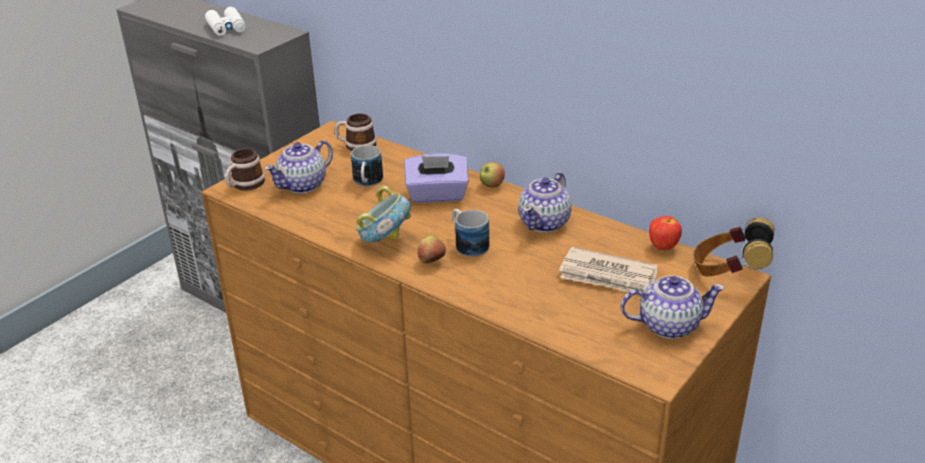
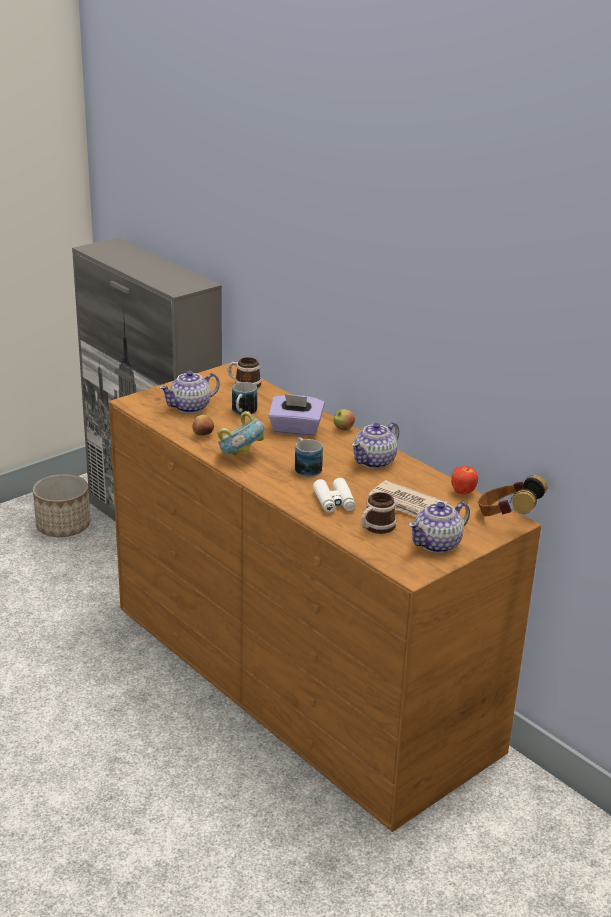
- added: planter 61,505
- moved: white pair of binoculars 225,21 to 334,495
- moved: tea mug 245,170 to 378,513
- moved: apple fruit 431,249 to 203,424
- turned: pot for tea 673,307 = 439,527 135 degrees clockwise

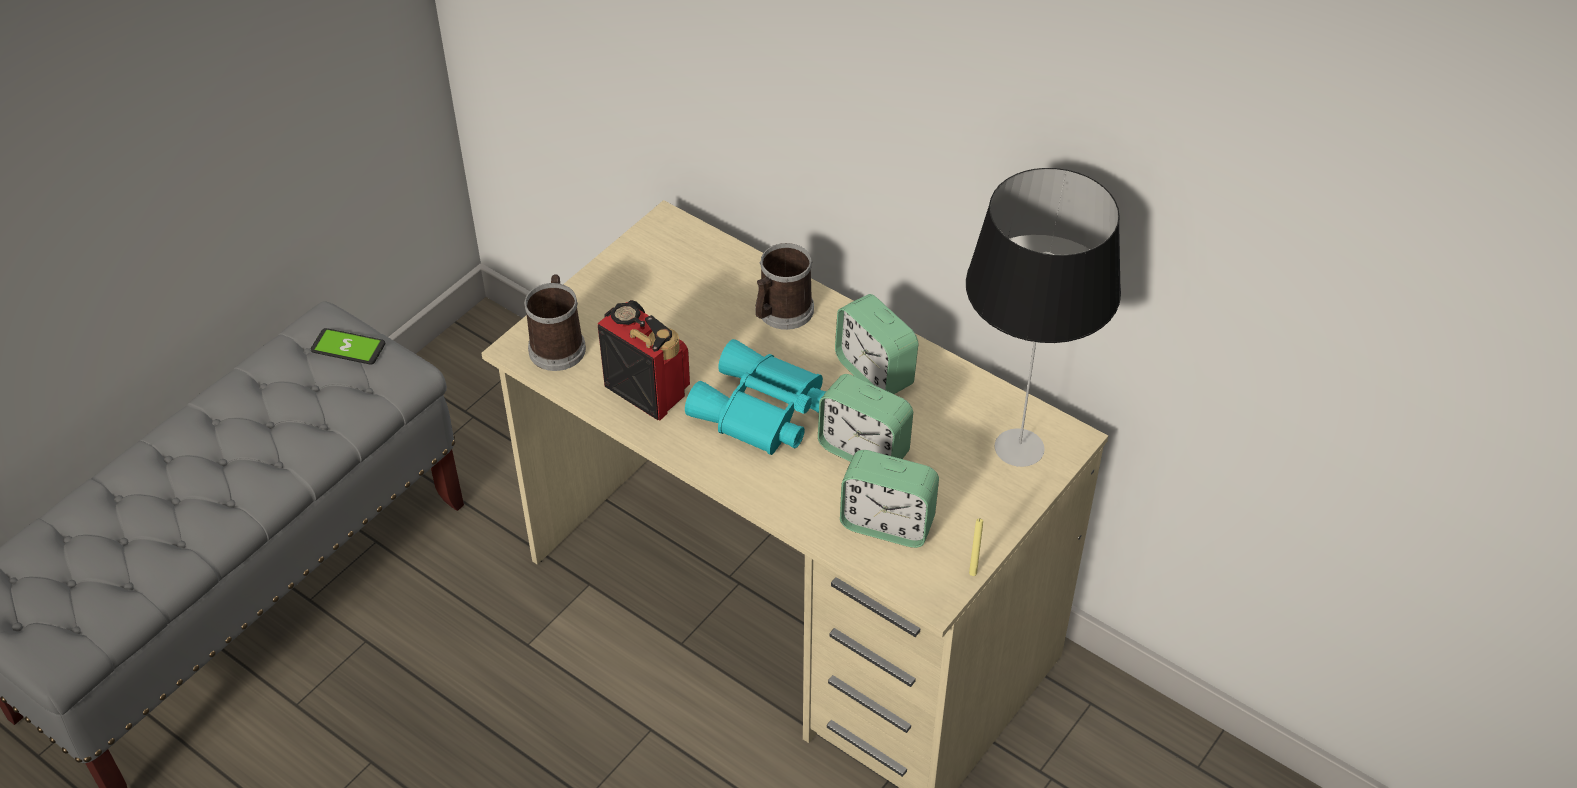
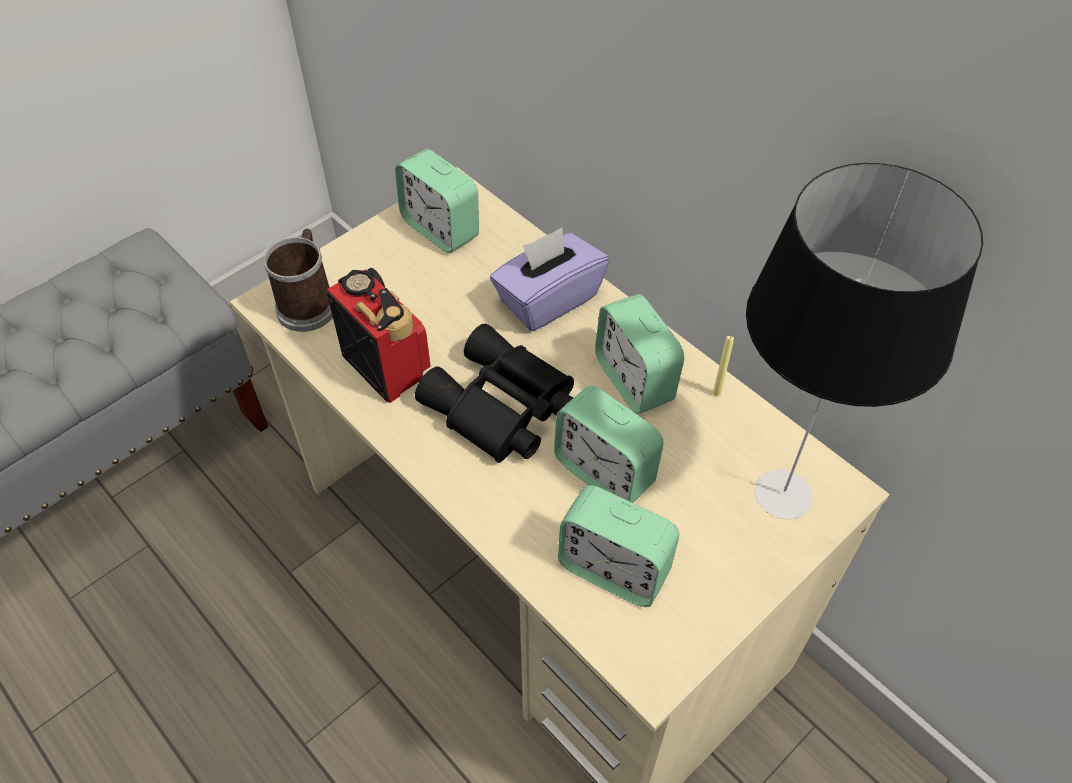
- removed: phone 348,346
- added: bedside clock 437,201
- moved: yellow wax light 976,547 to 723,366
- replaced: tea mug 784,286 to purple-coloured tissue holder 549,279
- recoloured: blue-green pair of binoculars 755,397 to black-coloured pair of binoculars 494,393

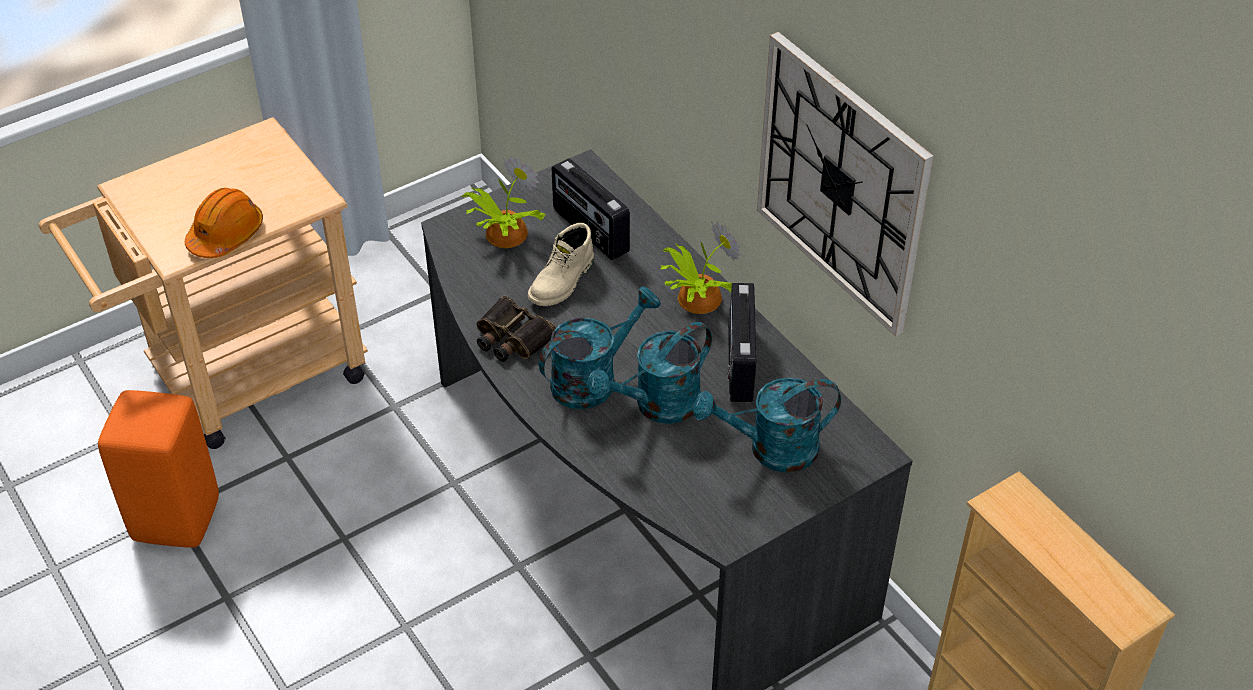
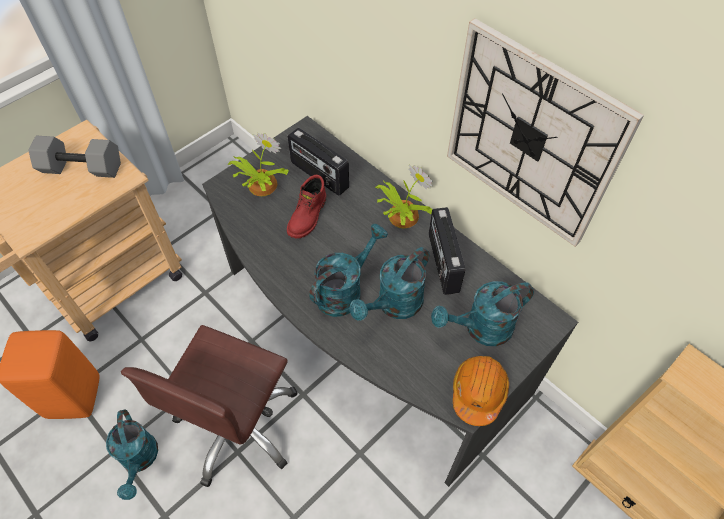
- removed: pair of binoculars 516,328
- added: grey free weight 74,157
- added: blue-green watering pot 132,454
- added: brownish desk chair 209,406
- moved: orangey safety helmet 224,223 to 481,391
- recoloured: beige-coloured high-top boot 561,264 to reddish high-top boot 306,207

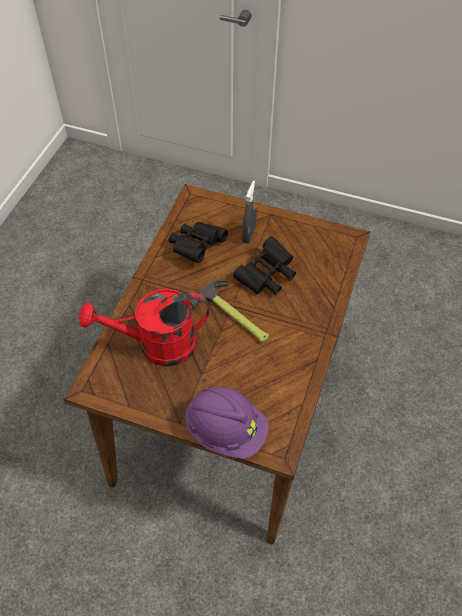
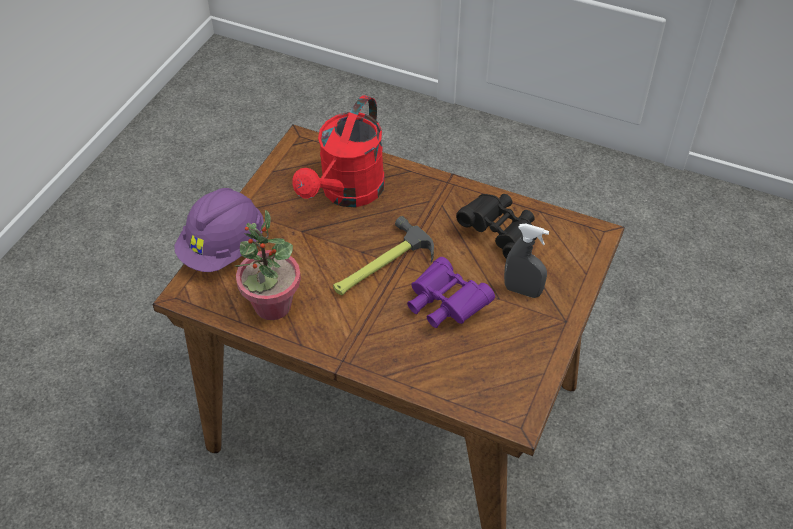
- added: plant in a pot 268,265
- recoloured: black-coloured pair of binoculars 264,265 to purple-coloured pair of binoculars 451,292
- turned: reddish watering pot 144,328 = 338,151 150 degrees counterclockwise

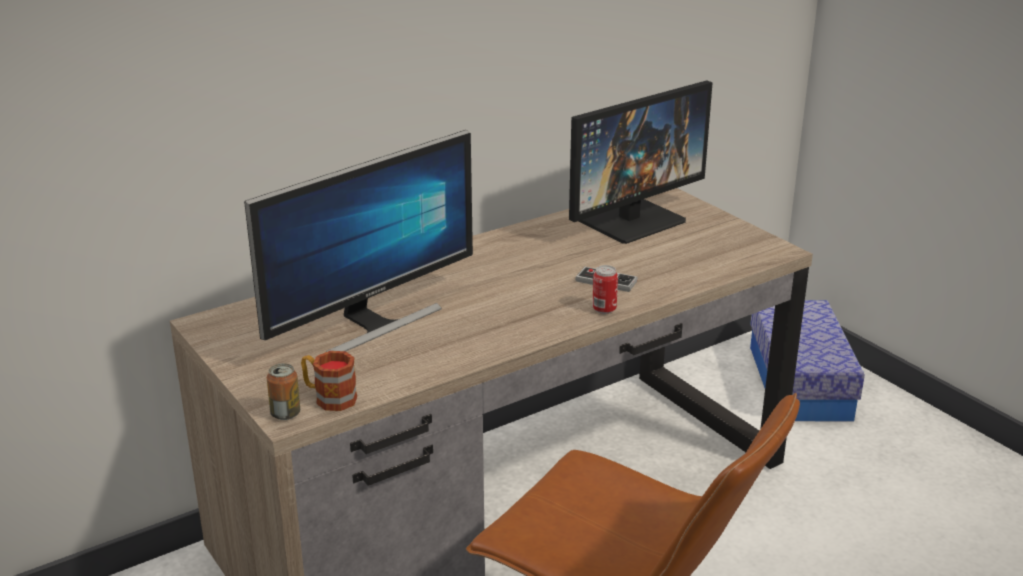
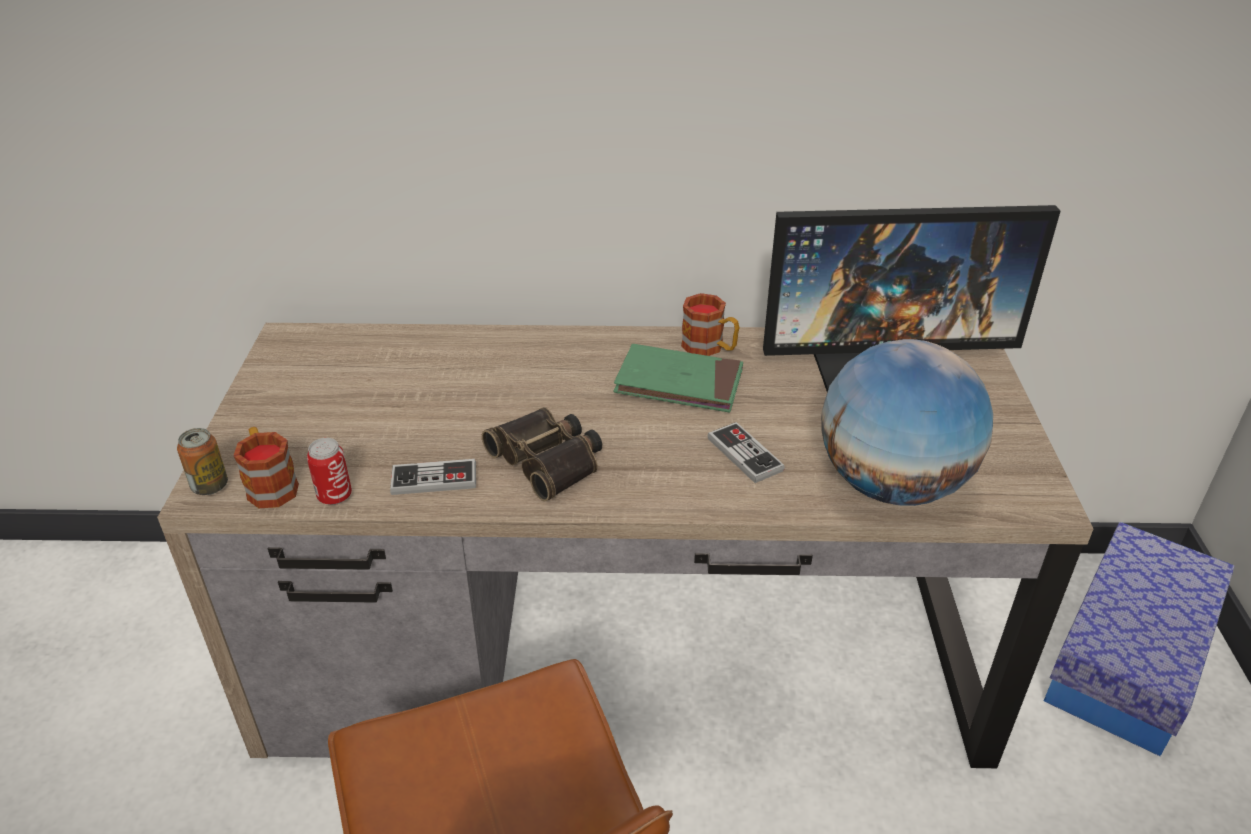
- removed: computer display 358,241
- added: game controller 433,477
- added: pair of binoculars 542,454
- added: green-coloured bound book 678,378
- added: tea mug 710,324
- added: world globe 907,422
- moved: can 605,289 to 329,471

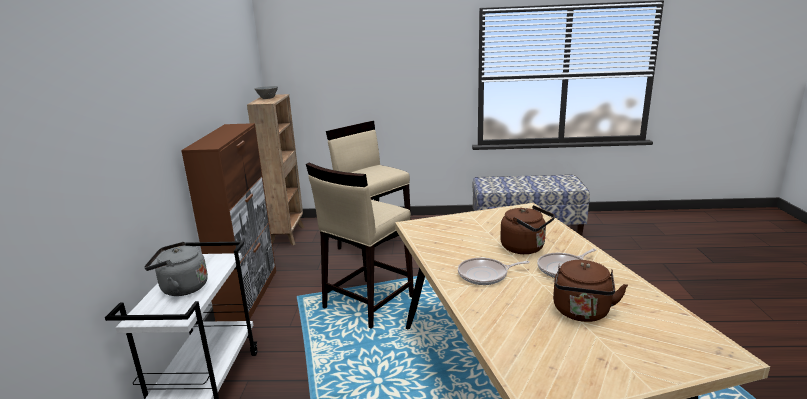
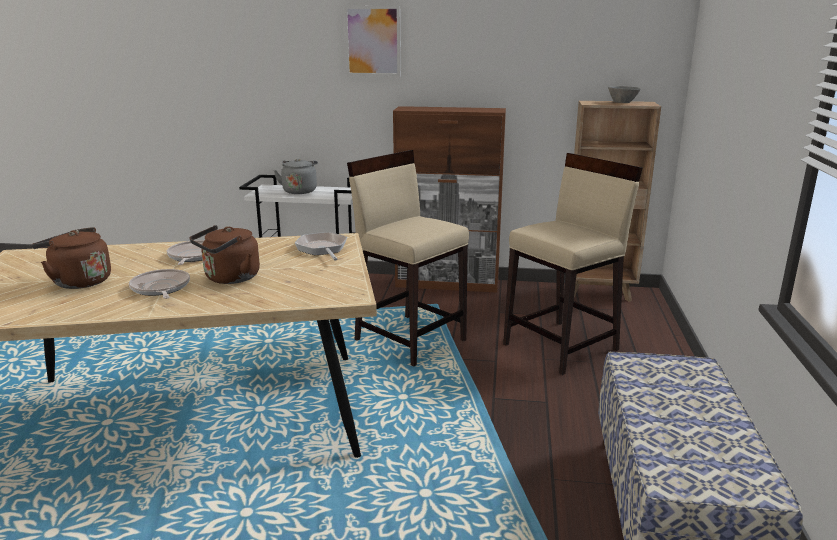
- added: skillet 321,246
- added: wall art 372,41

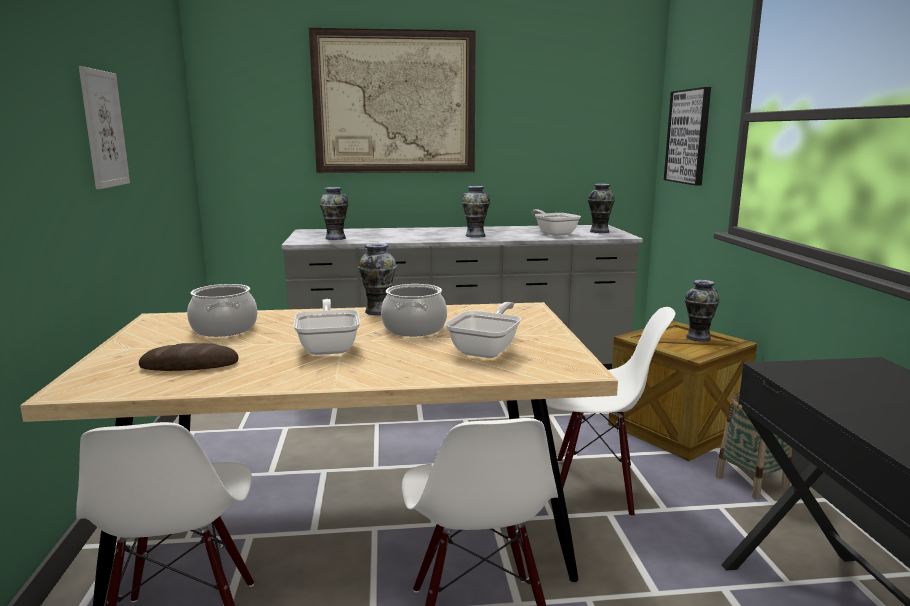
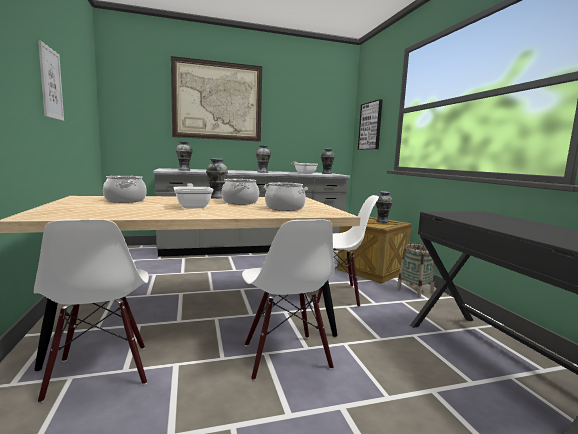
- removed: bread 189,357
- replaced: skillet 483,330 to stockpot 286,196

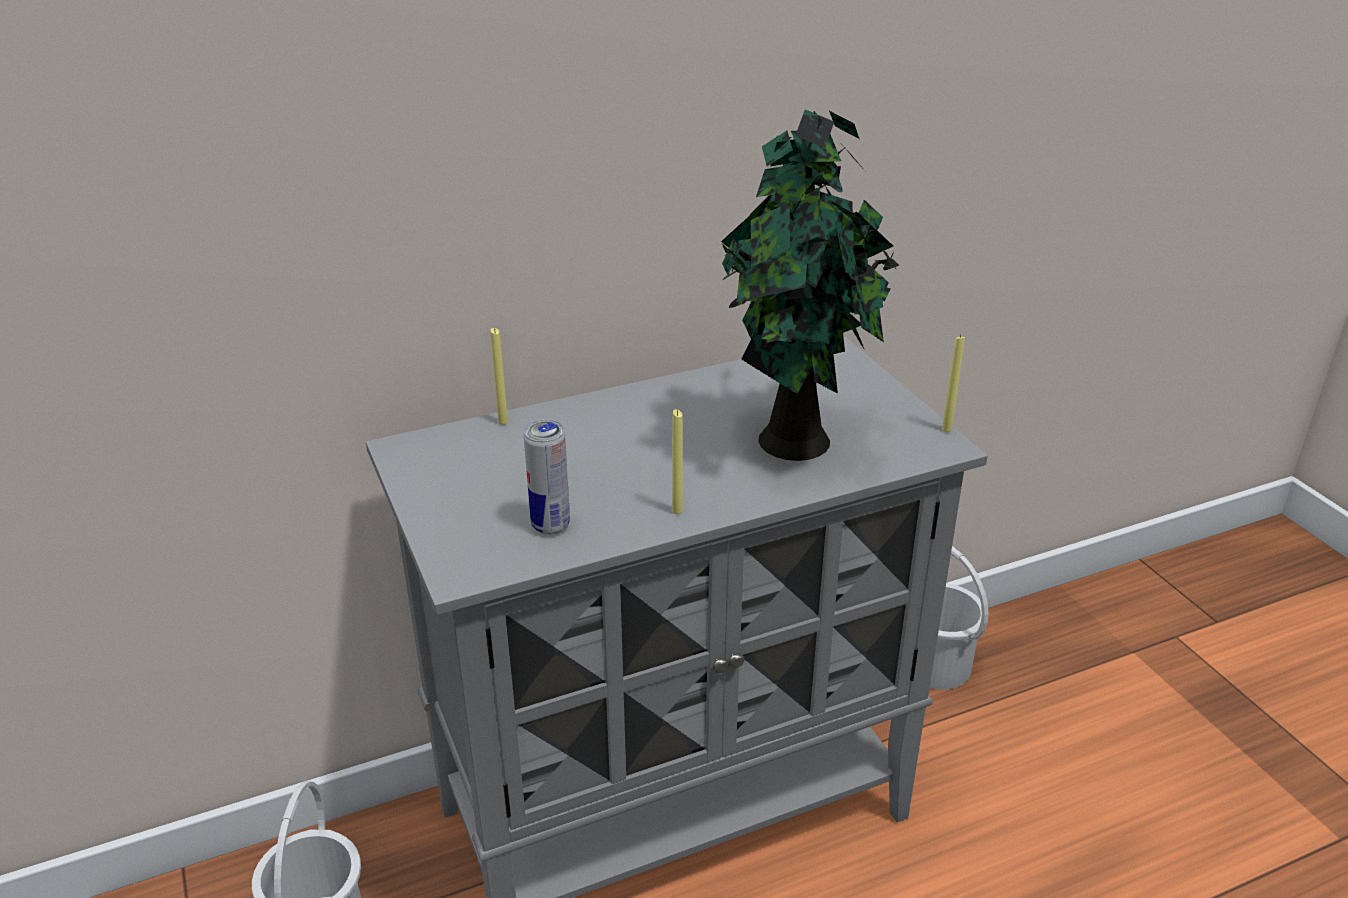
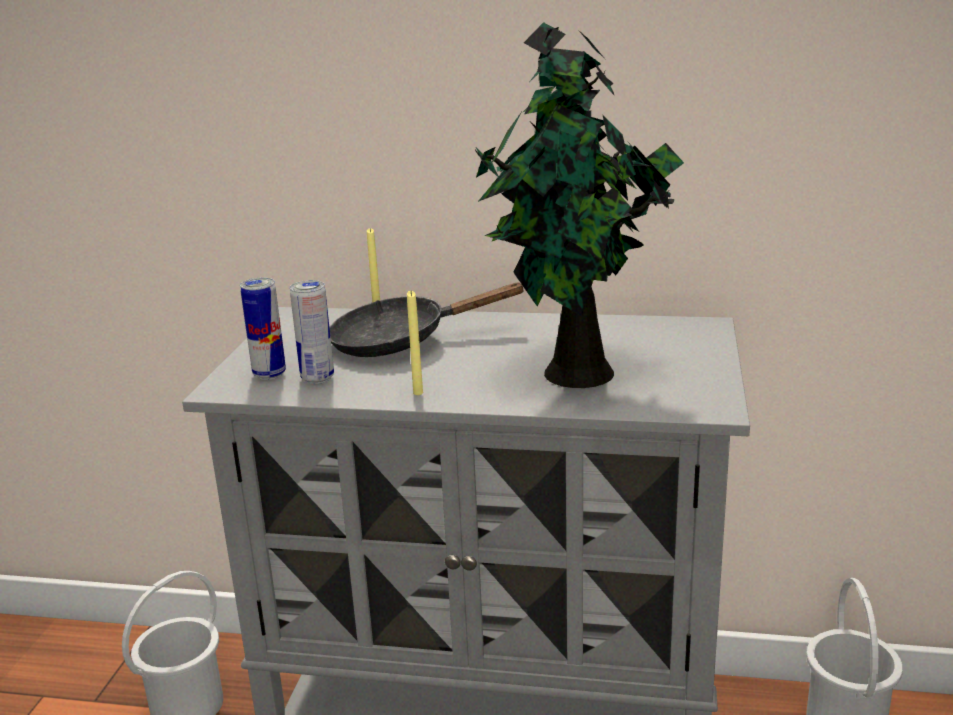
- removed: yellow wax light 953,383
- added: can 263,329
- added: black-coloured skillet 426,319

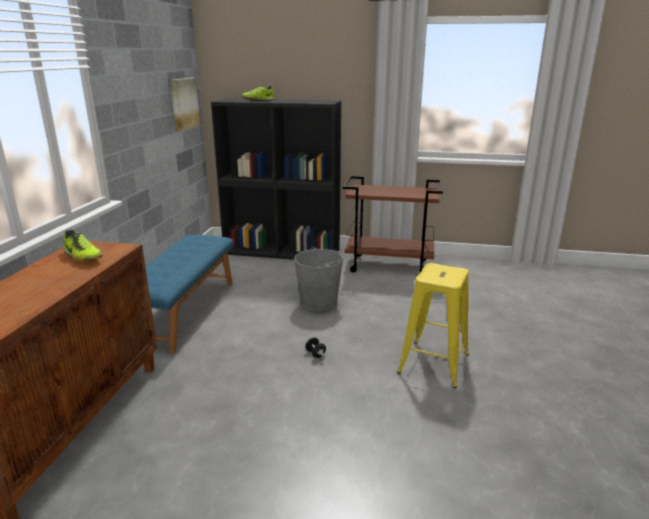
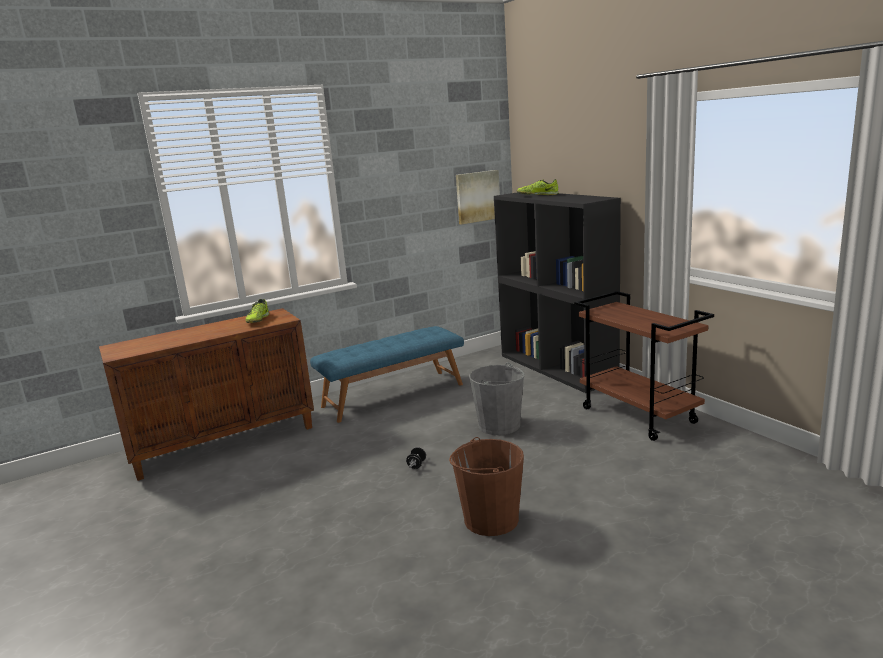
- replaced: yellow stool 433,325 to brownish water bucket 486,486

